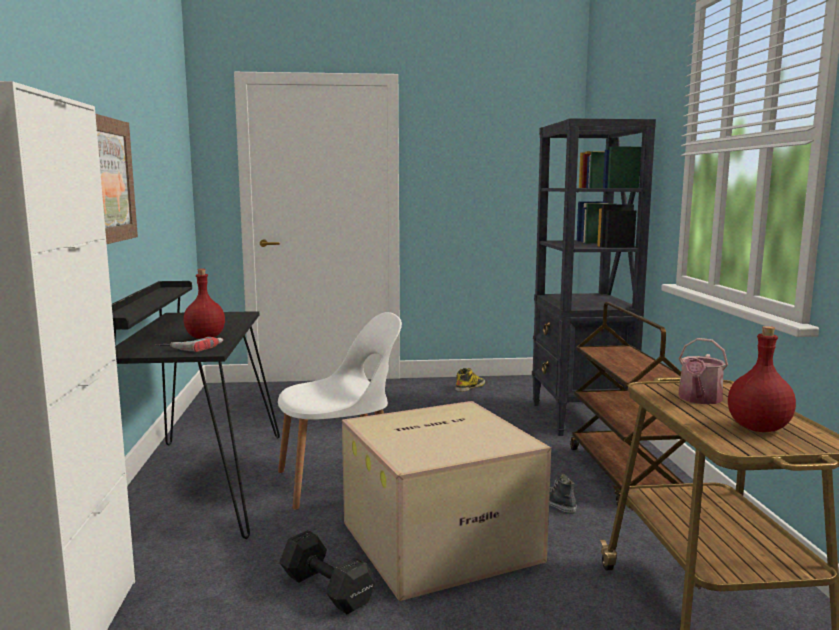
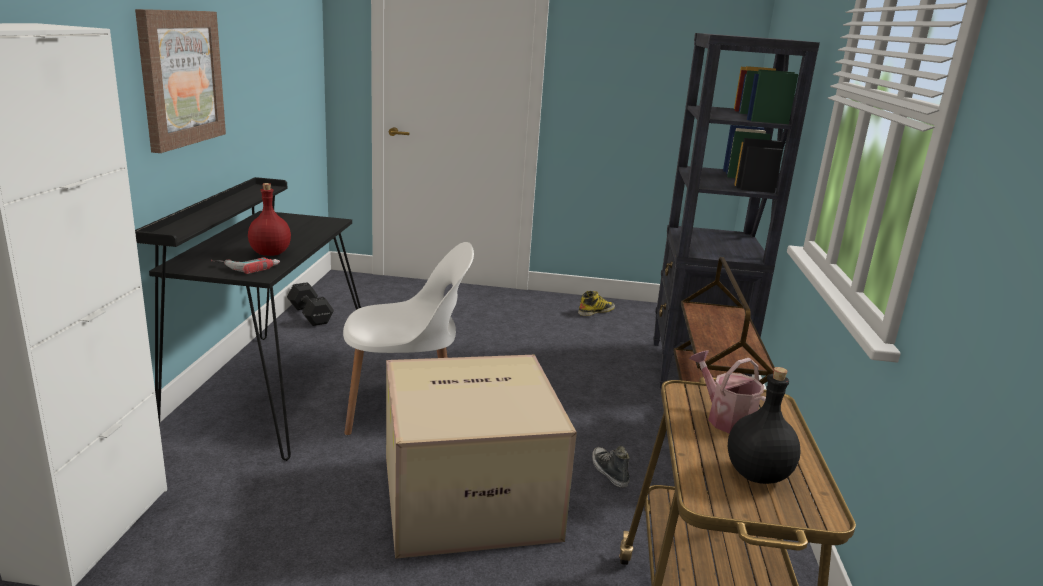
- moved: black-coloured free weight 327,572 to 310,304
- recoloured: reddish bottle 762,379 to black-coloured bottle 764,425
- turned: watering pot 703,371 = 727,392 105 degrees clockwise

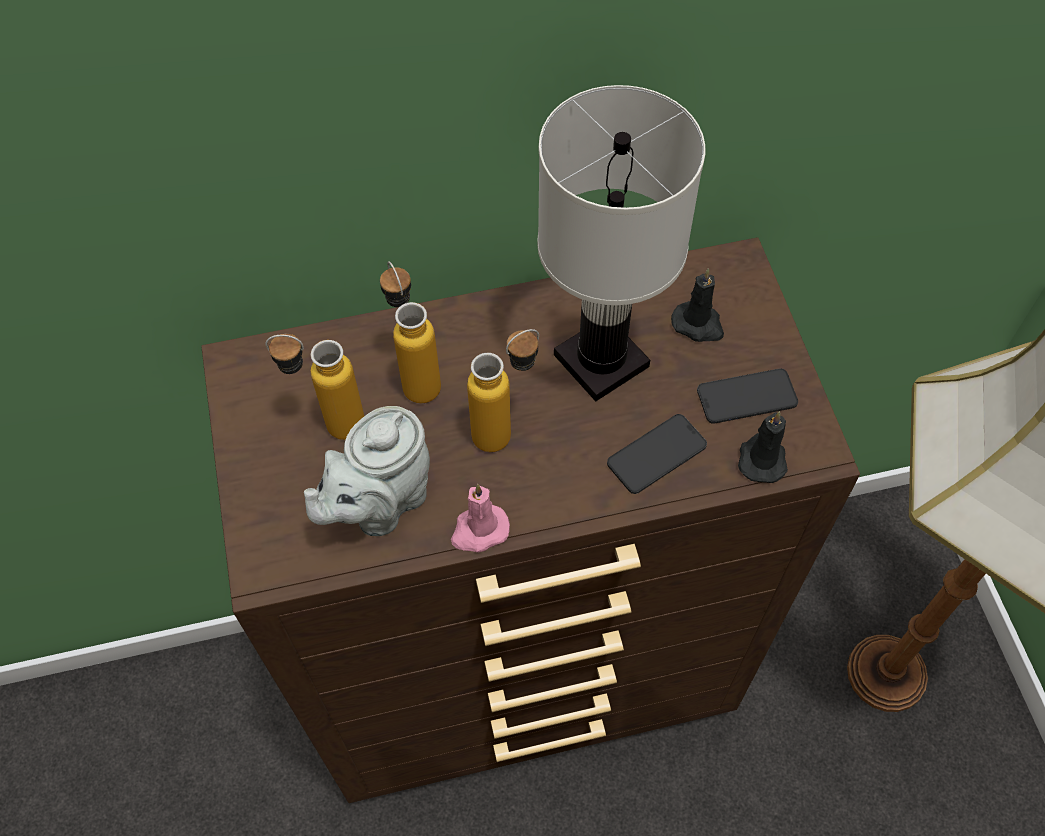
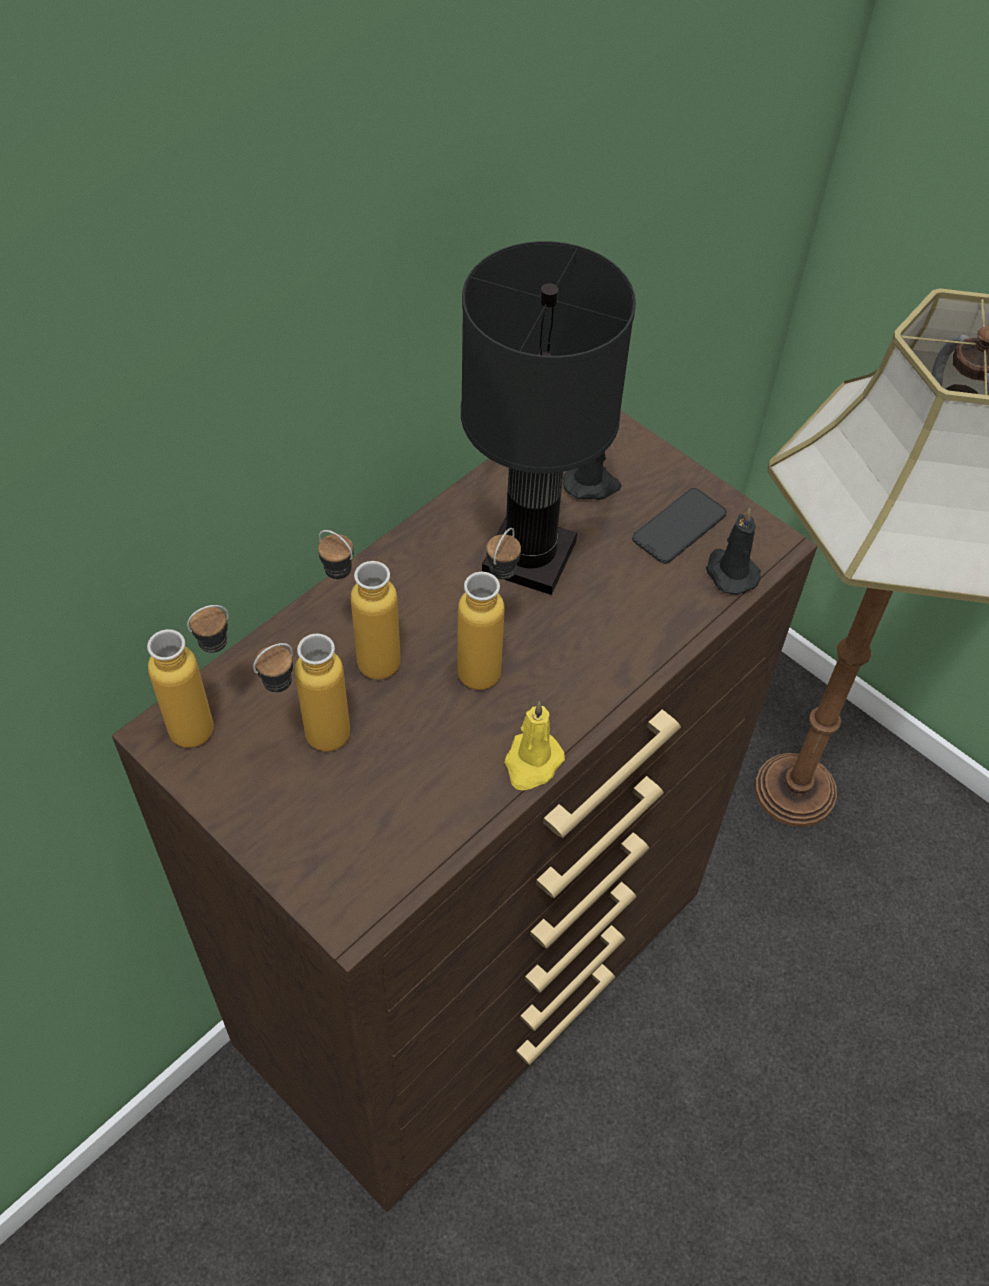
- removed: grey pot for tea 367,471
- removed: phone 657,454
- added: bottle 188,676
- recoloured: pink-coloured wax light 480,518 to yellow wax light 534,746
- recoloured: white table lamp 621,243 to black-coloured table lamp 548,418

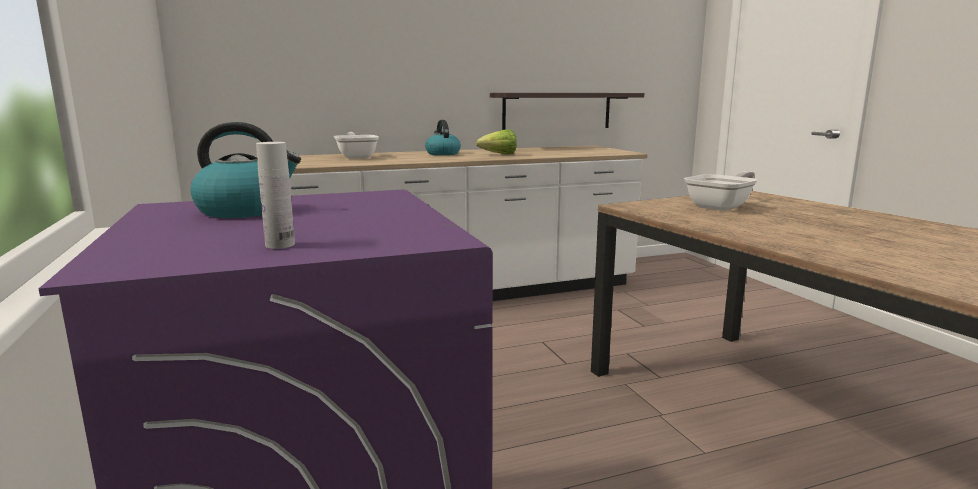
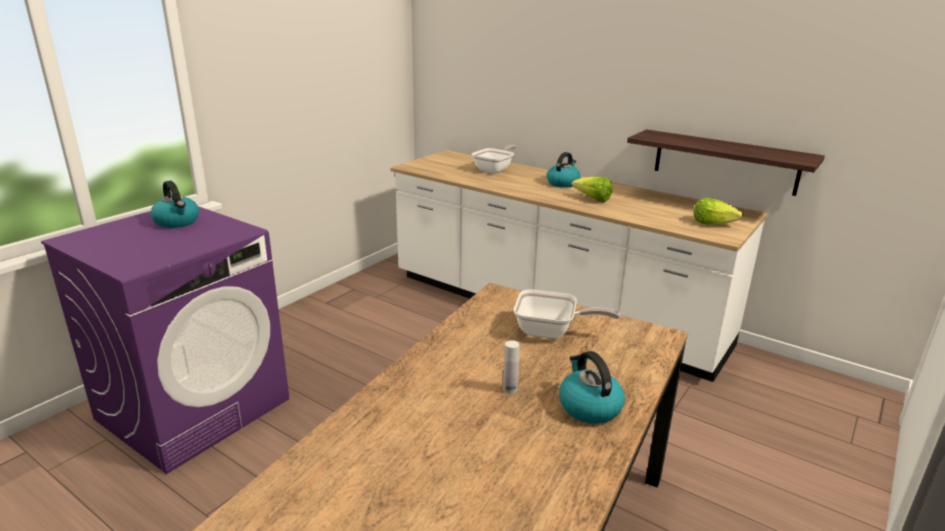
- added: water kettle 592,387
- added: lettuce 718,211
- moved: white bottle 275,195 to 511,367

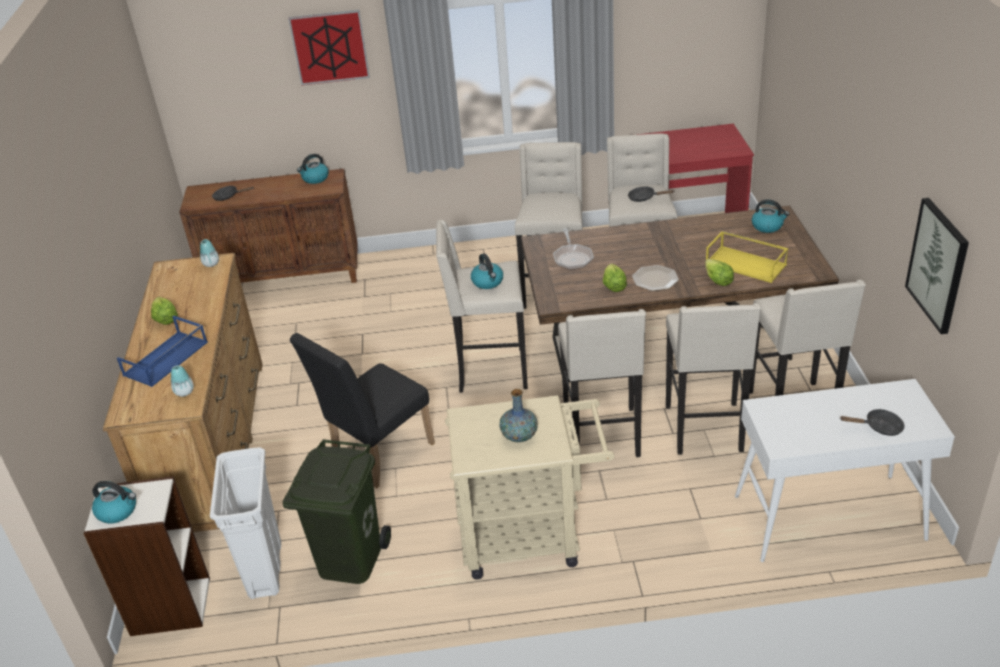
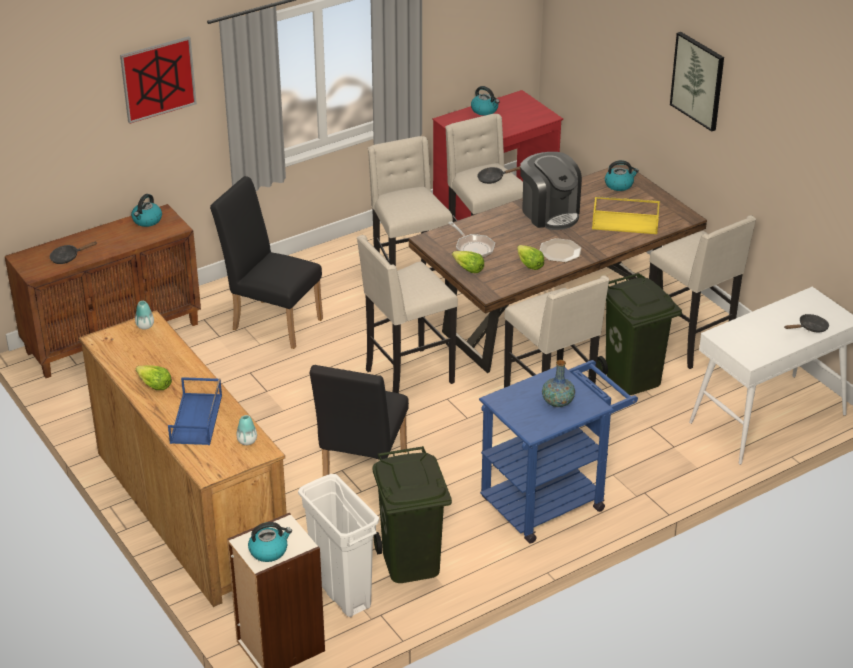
- added: black-coloured upright chair 266,262
- added: coffee machine 551,191
- moved: water kettle 487,271 to 485,101
- moved: lettuce 719,272 to 468,262
- moved: wall art 937,266 to 697,81
- replaced: beige-coloured stool 713,379 to green-coloured waste bin 639,334
- recoloured: beige-coloured wheeled cart 529,487 to blue wheeled cart 558,451

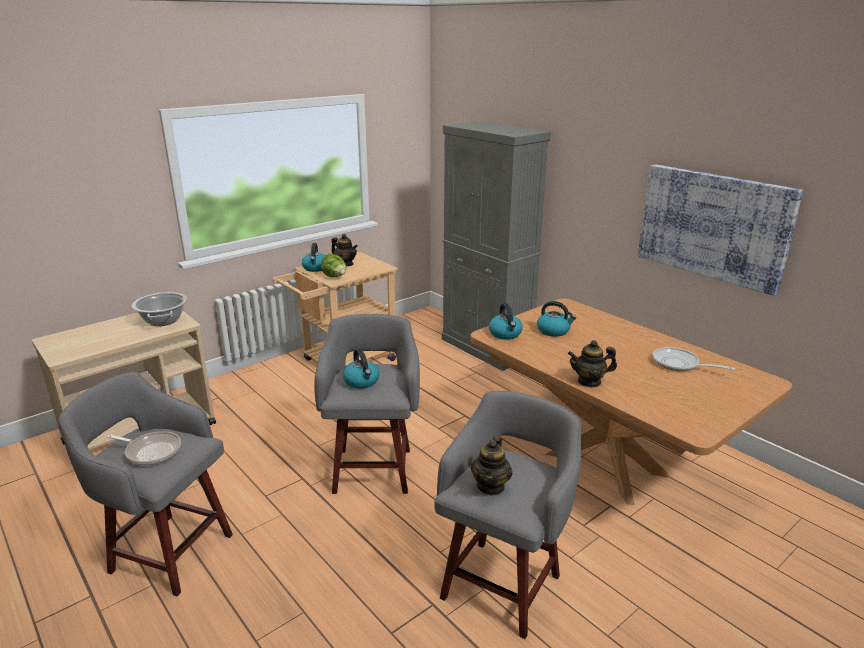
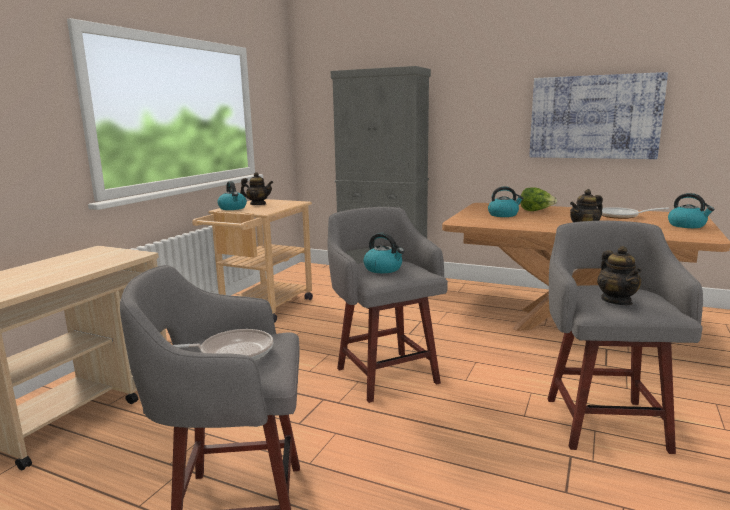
- removed: stockpot 159,309
- moved: lettuce 333,265 to 538,199
- moved: water kettle 506,321 to 691,210

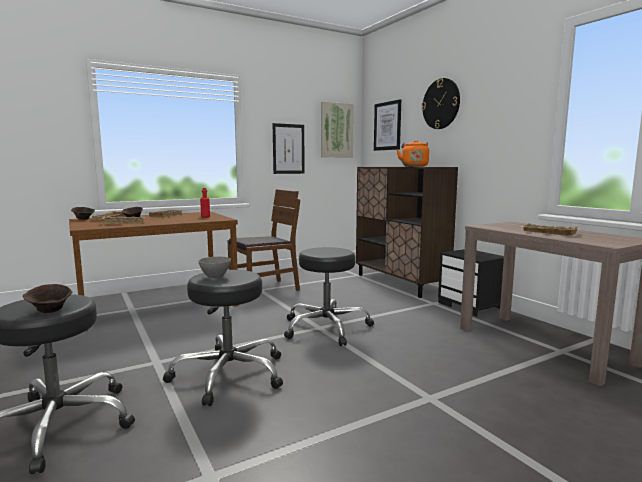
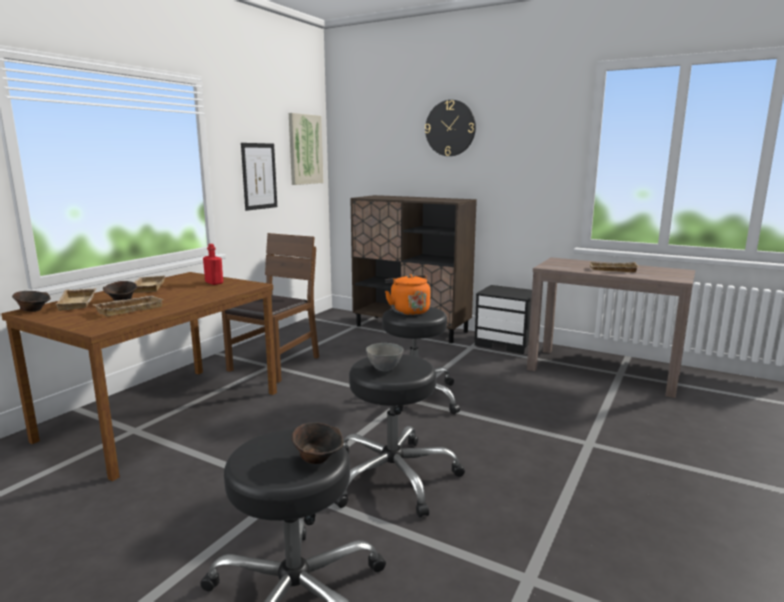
- removed: wall art 387,125
- moved: orangey water kettle 413,153 to 407,294

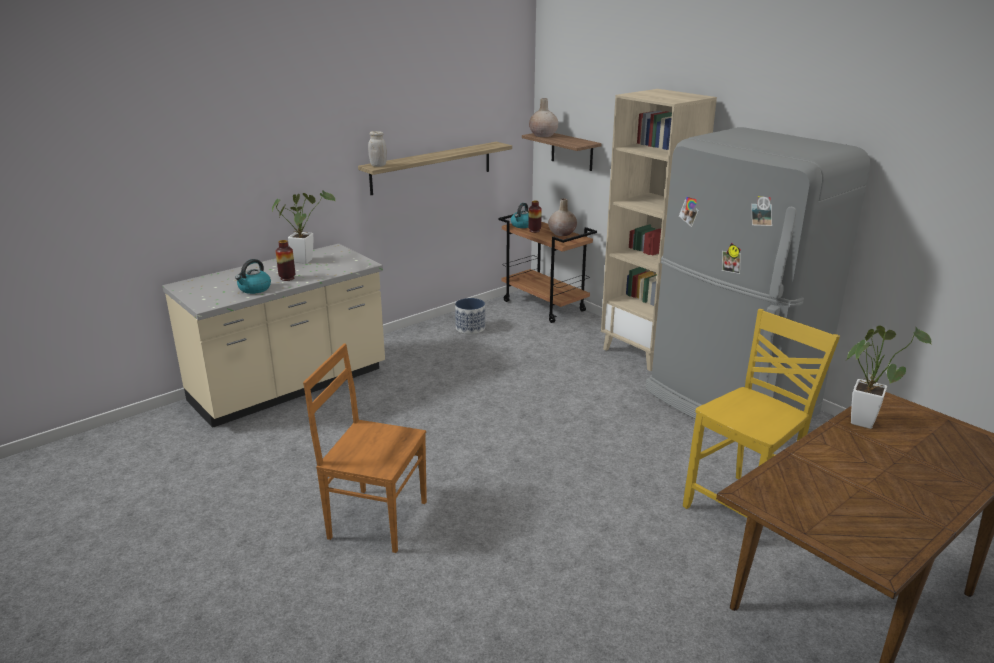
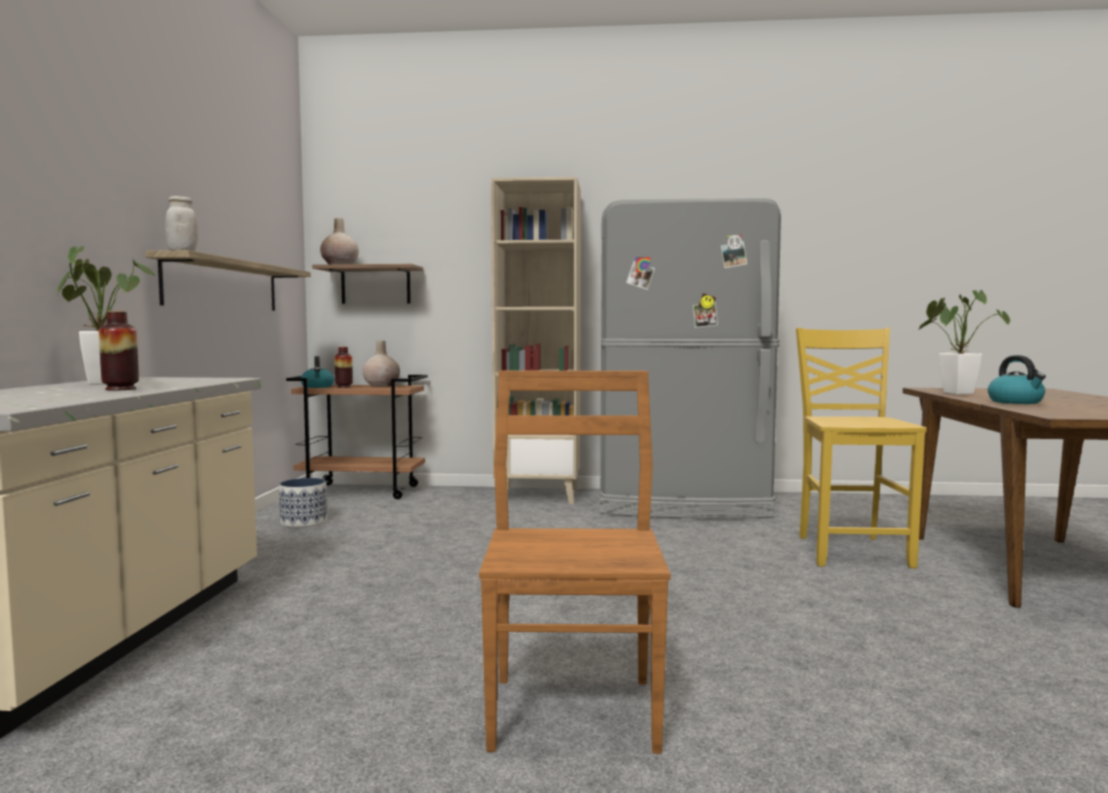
- moved: water kettle 253,276 to 1017,379
- turned: brownish upright chair 365,448 = 574,562 120 degrees clockwise

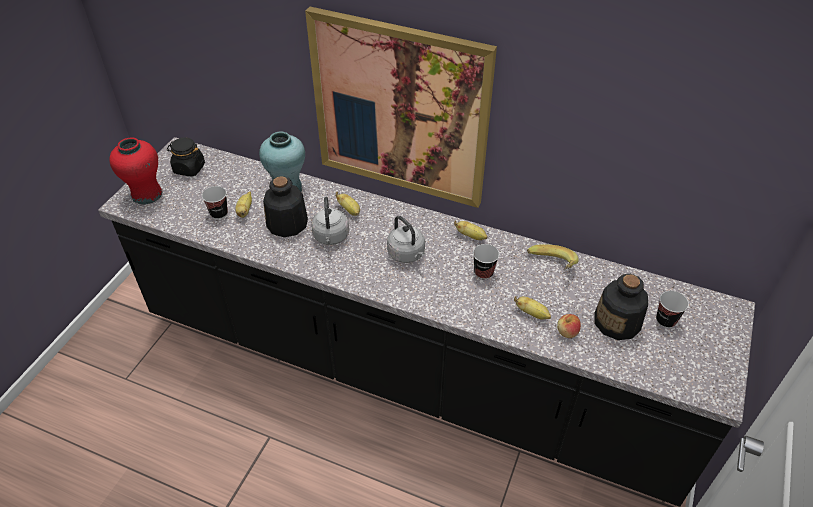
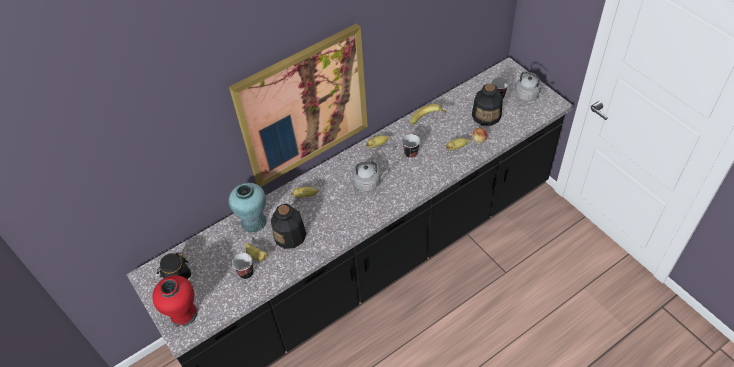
- moved: grey water kettle 330,221 to 531,86

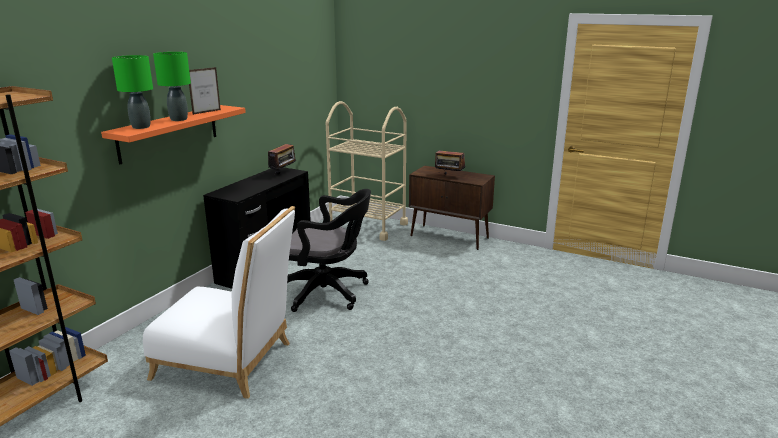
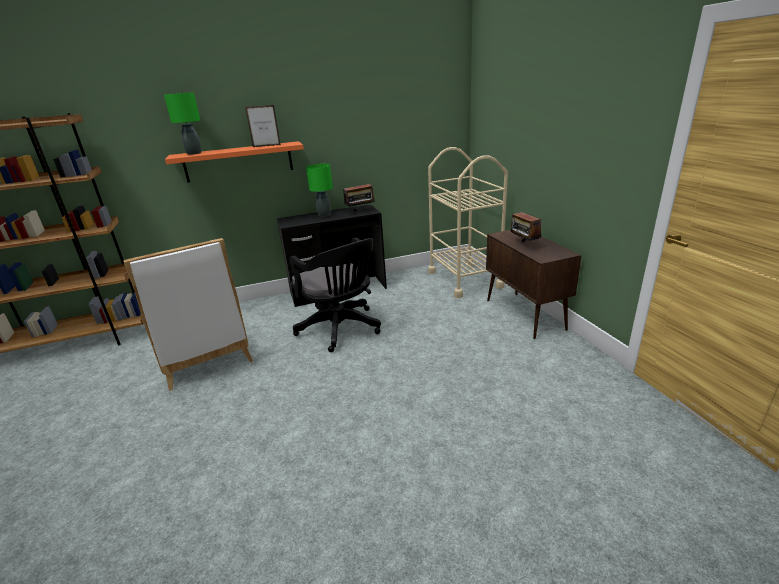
- moved: green-coloured table lamp 172,86 to 319,190

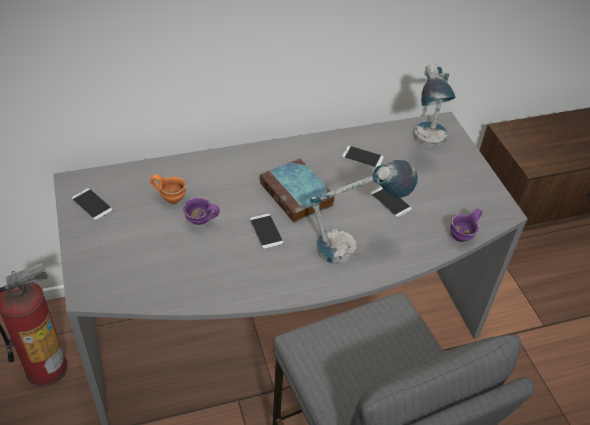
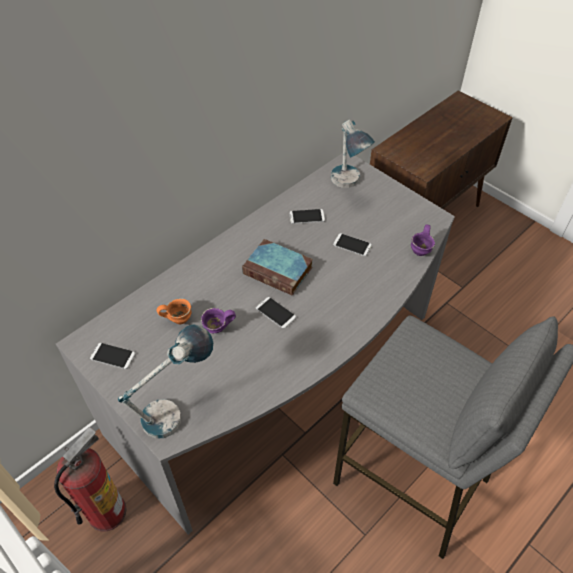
- moved: table lamp 364,212 to 165,381

